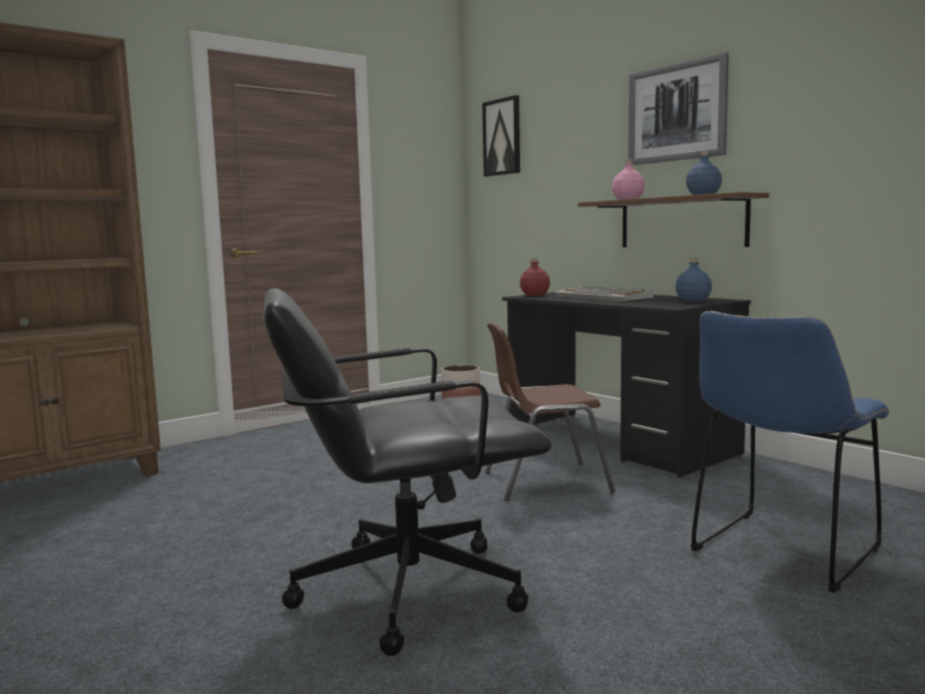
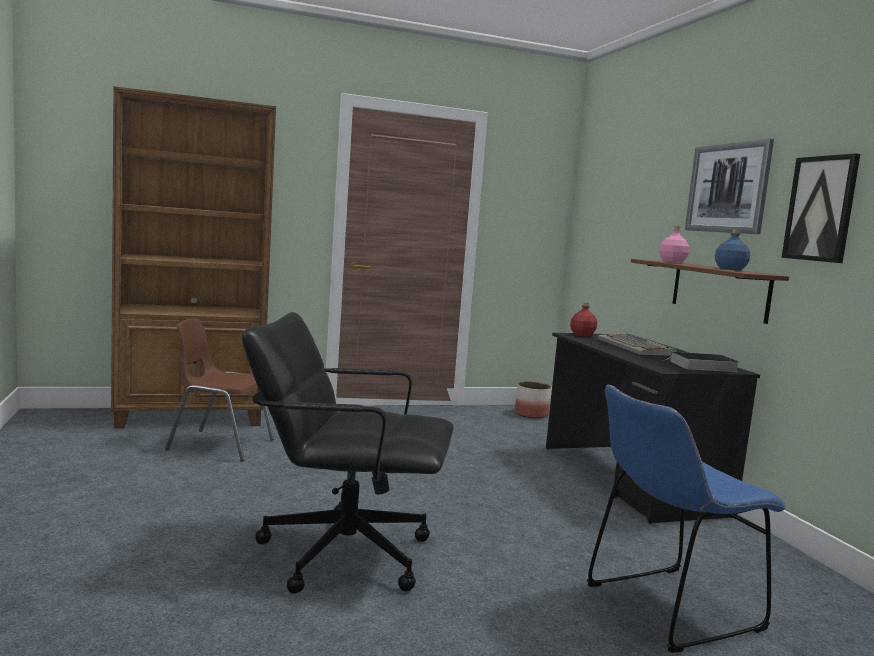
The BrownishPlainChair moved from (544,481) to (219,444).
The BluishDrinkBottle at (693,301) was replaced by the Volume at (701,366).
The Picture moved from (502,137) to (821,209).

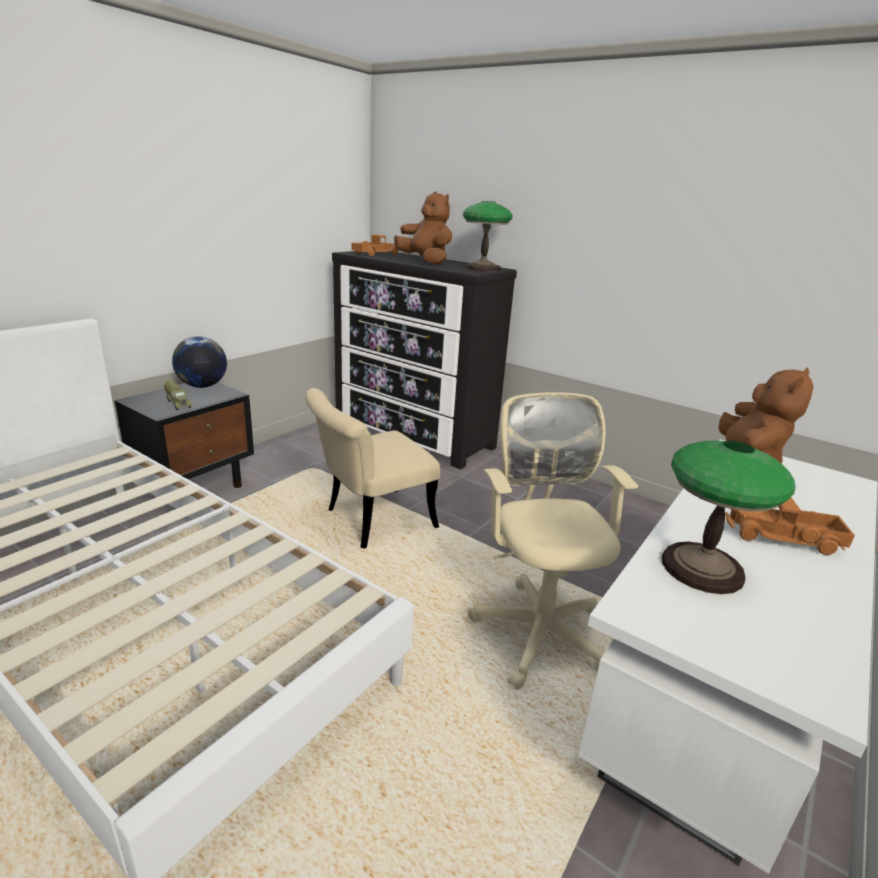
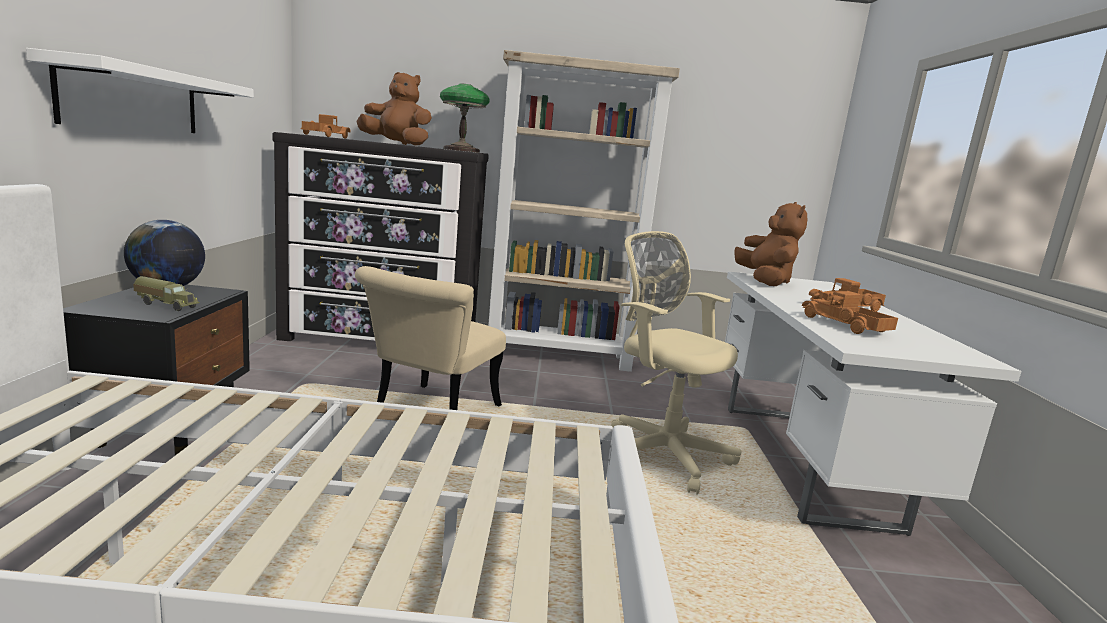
The WhitishShelf at (133,99) appeared.
The BeigeBookcase at (560,356) appeared.
The LampForATable at (701,568) was replaced by the ToyLorry at (844,325).

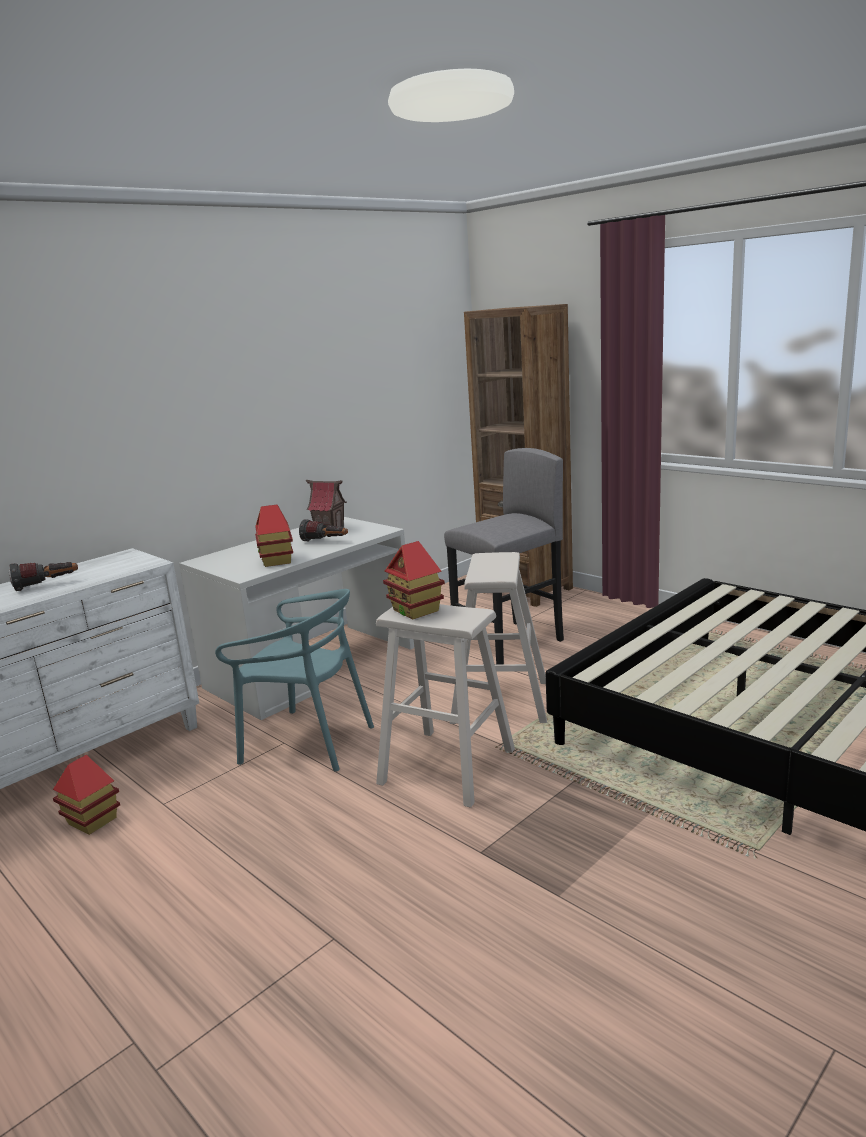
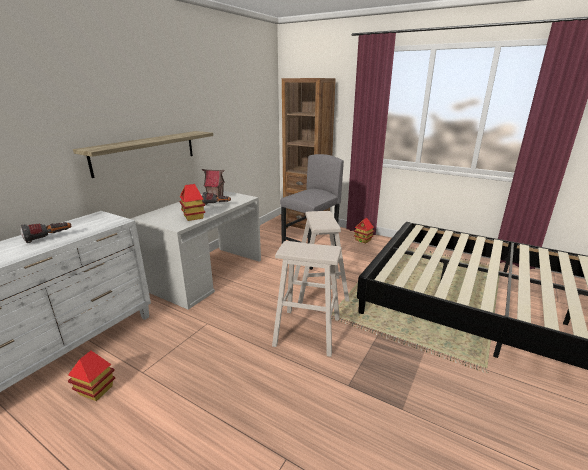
The Shelf at (146,152) appeared.
The ToyHouse moved from (416,610) to (363,240).
The BlueGreenPlainChair at (308,742) disappeared.

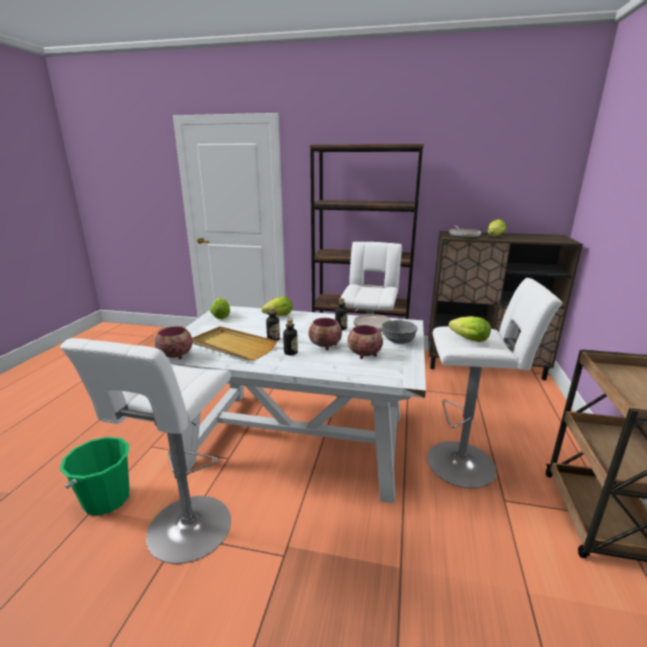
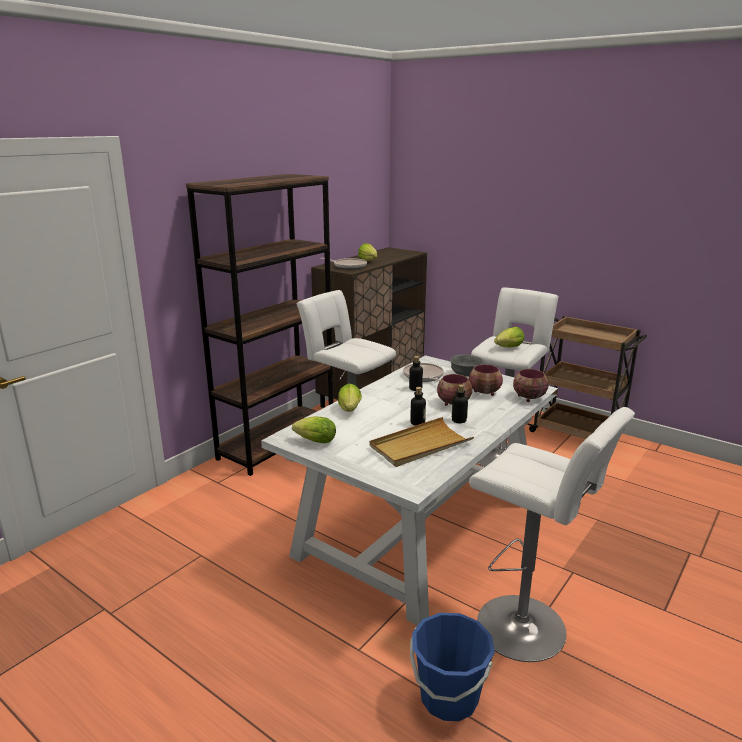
The GreenPail at (106,499) became the BluishPail at (449,698).
The Bowl moved from (176,355) to (528,397).

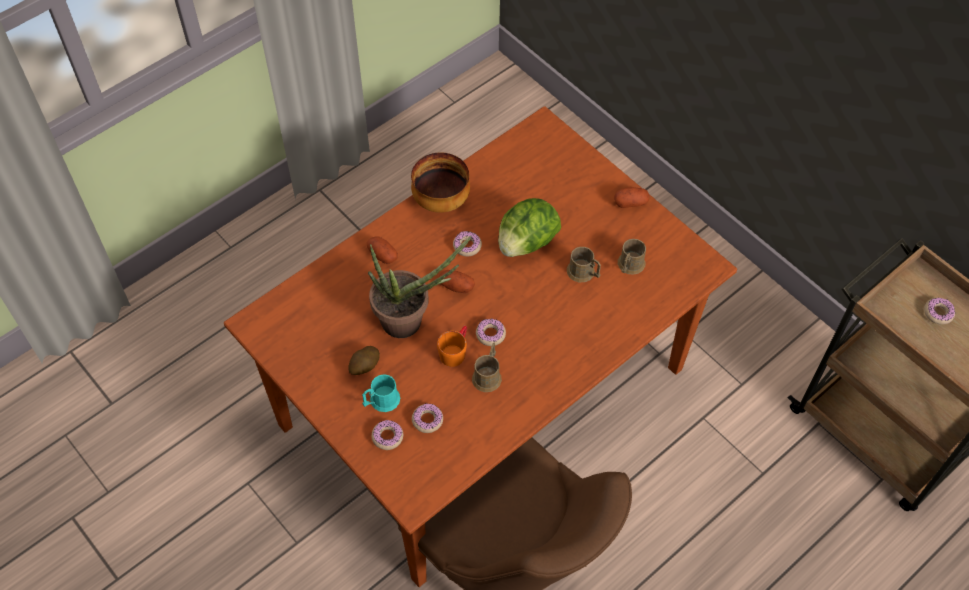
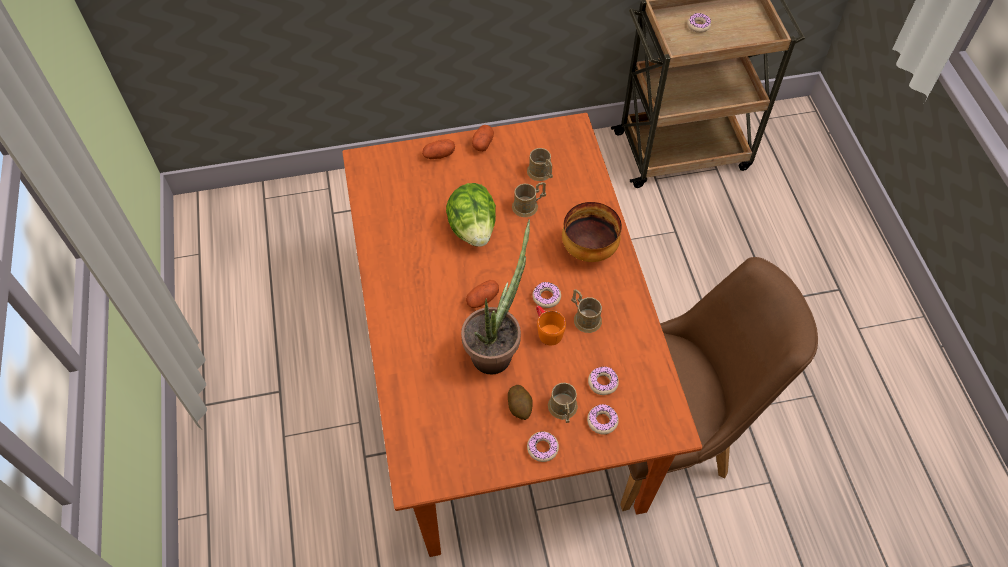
The Spud moved from (382,255) to (439,155).
The RingDoughnut moved from (467,246) to (542,448).
The BlueGreenCoffeeMug at (381,401) became the BrownishCoffeeMug at (563,410).
The Bowl moved from (440,200) to (588,249).

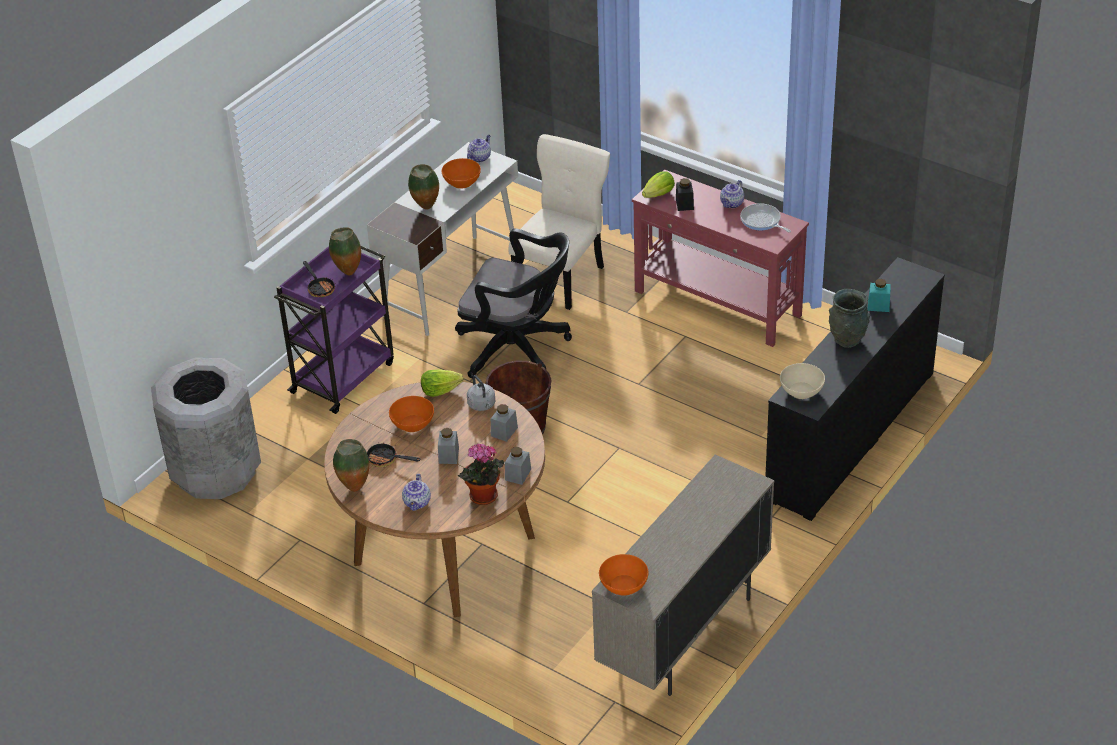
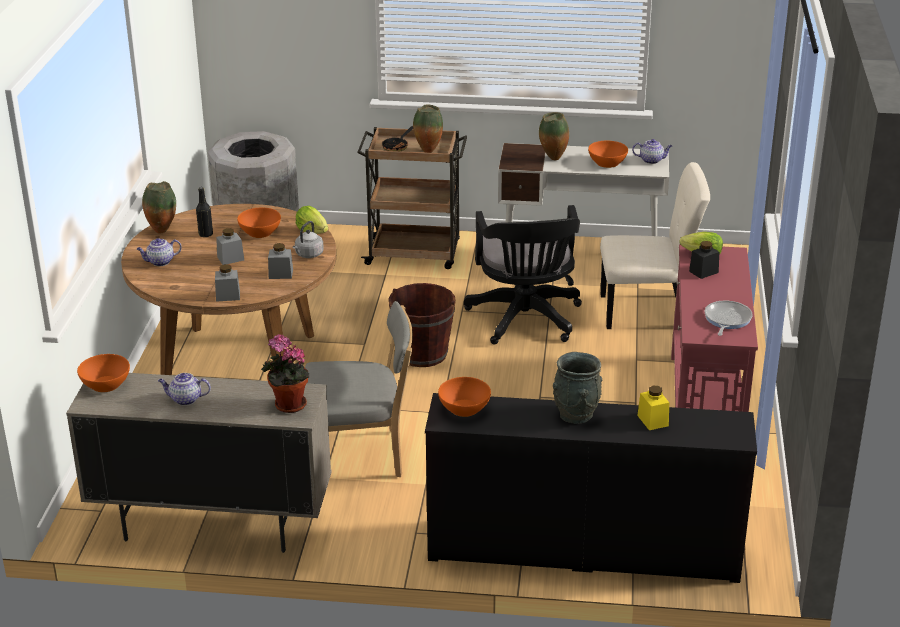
The Teapot moved from (732,204) to (185,399).
The FryingPan at (386,460) was replaced by the BlackDrinkBottle at (205,234).
The PlantInAPot moved from (483,498) to (287,405).
The GreyishPlainChair at (361,456) appeared.
The PurpleColouredTrolley at (344,376) became the BrownishTrolley at (415,254).
The BeigeBowl at (801,391) became the OrangeColouredBowl at (464,408).
The BlueGreenStorageJar at (878,305) became the YellowishStorageJar at (652,420).

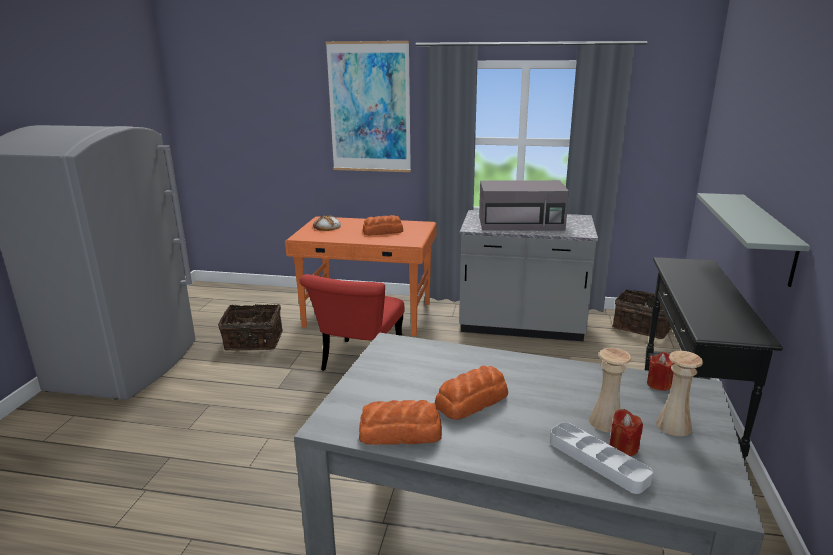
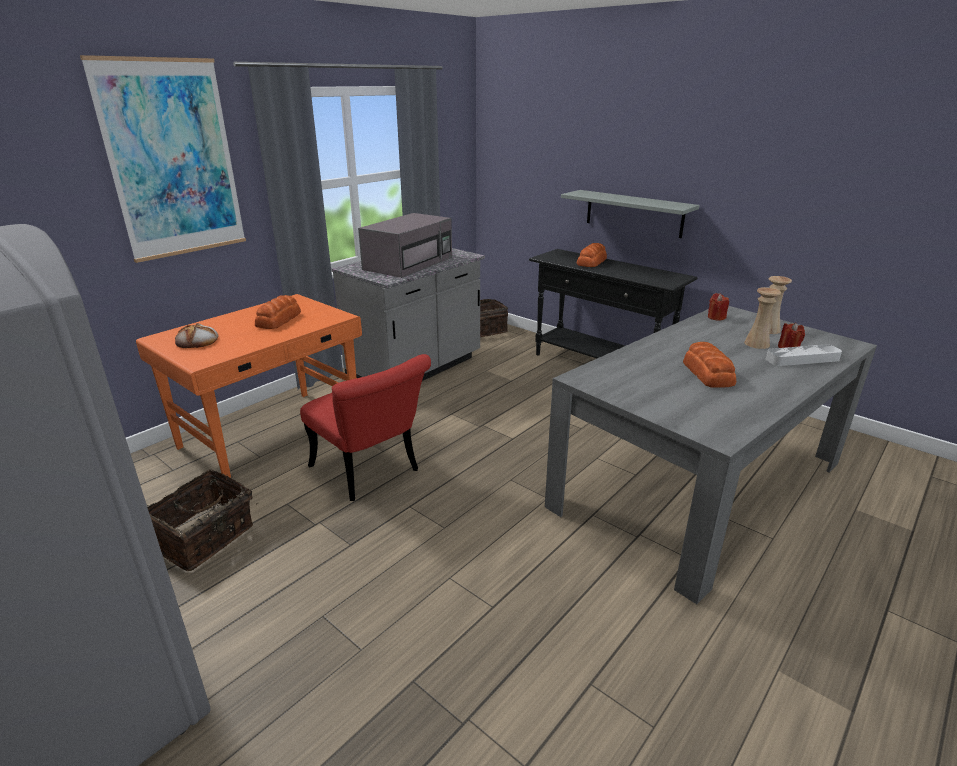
The BakedBread moved from (401,433) to (592,262).

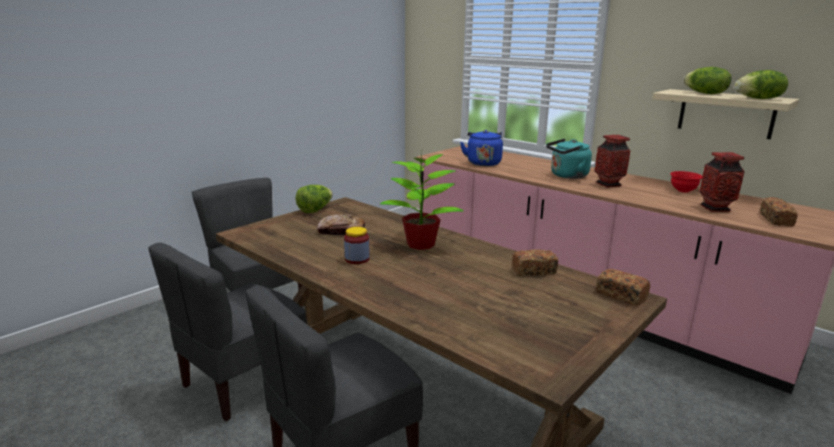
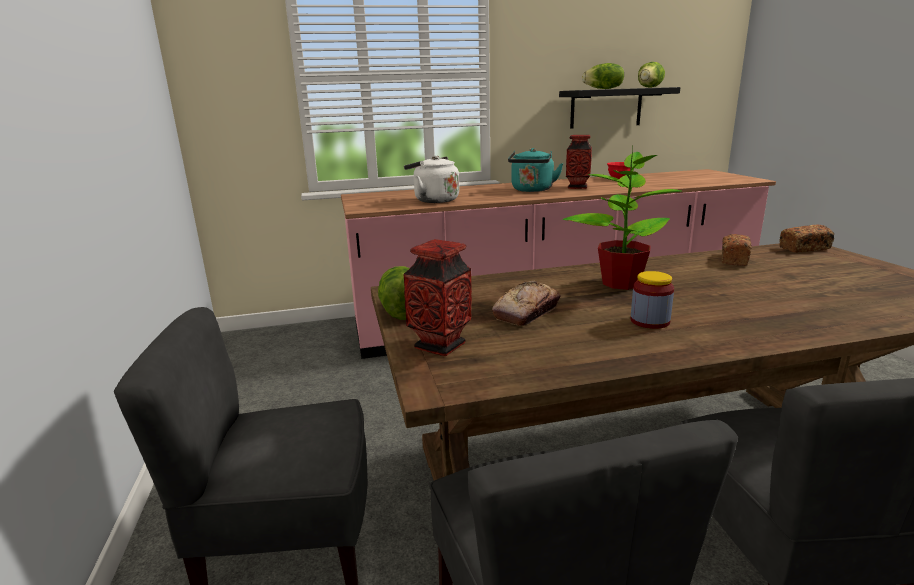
The BluishKettle at (483,163) became the WhitishKettle at (433,200).
The Vase moved from (715,208) to (440,345).
The BeigeShelf at (726,113) became the BlackShelf at (606,108).
The BakedBread at (776,220) disappeared.

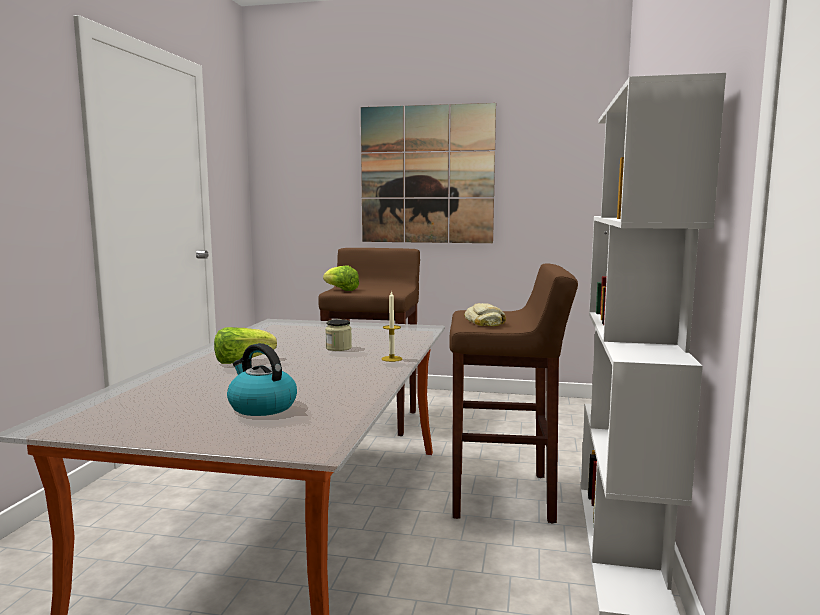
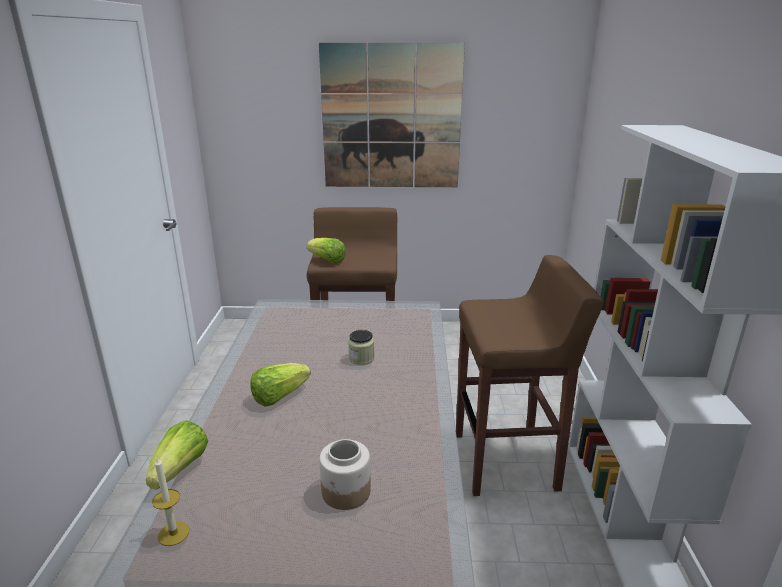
The Lettuce at (181,469) appeared.
The WaxLight moved from (391,359) to (173,533).
The Kettle at (261,407) was replaced by the StorageJar at (346,492).
The BakedBread at (484,322) disappeared.

